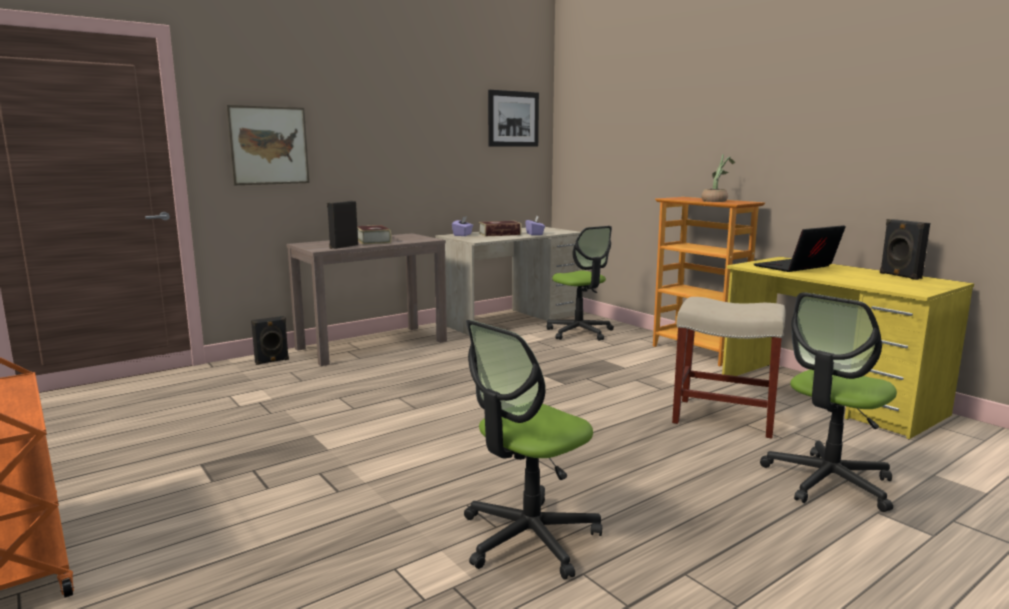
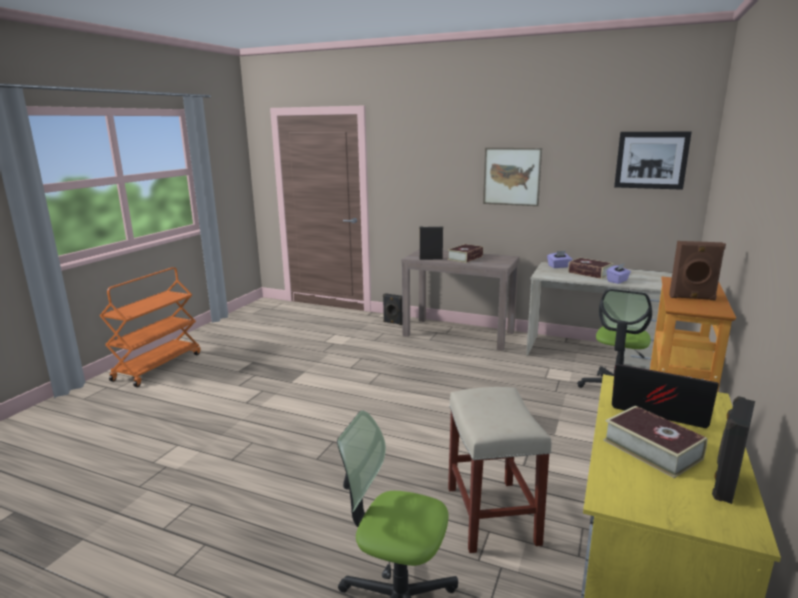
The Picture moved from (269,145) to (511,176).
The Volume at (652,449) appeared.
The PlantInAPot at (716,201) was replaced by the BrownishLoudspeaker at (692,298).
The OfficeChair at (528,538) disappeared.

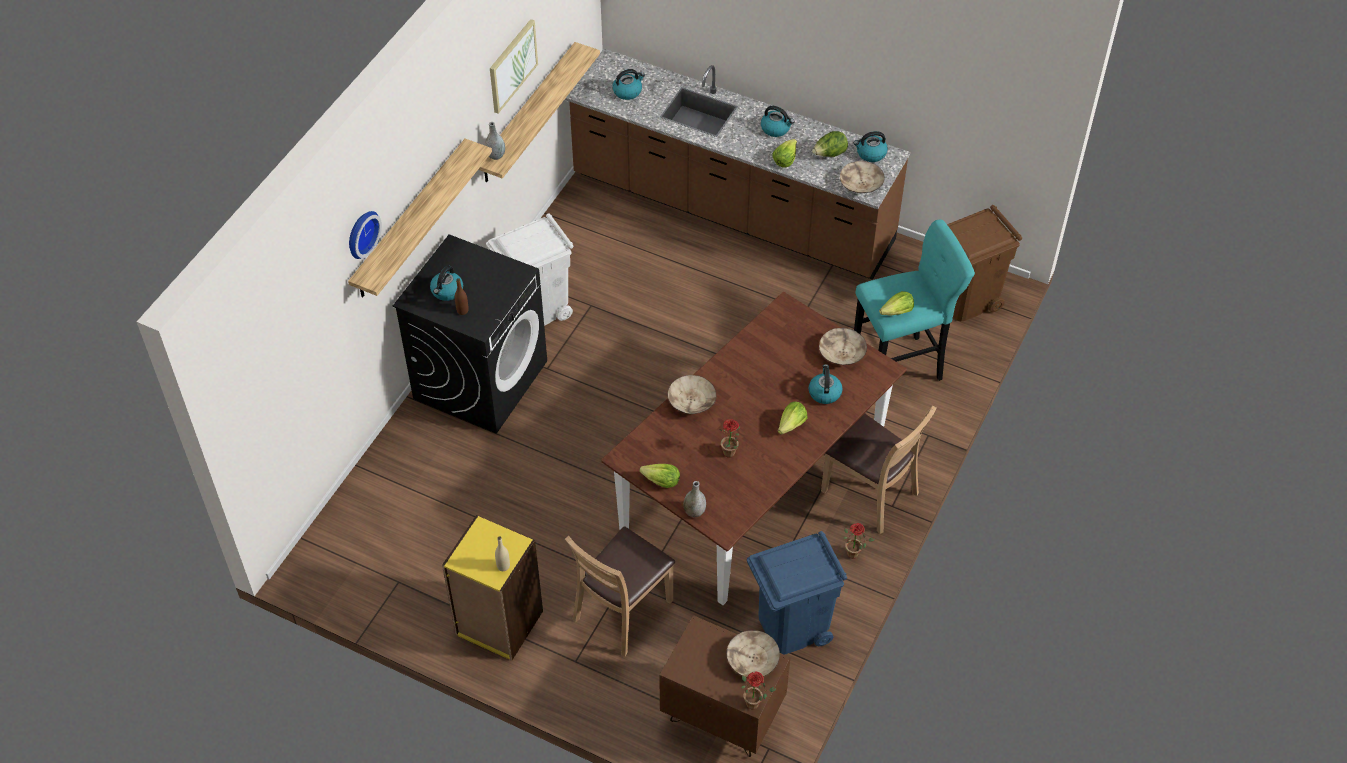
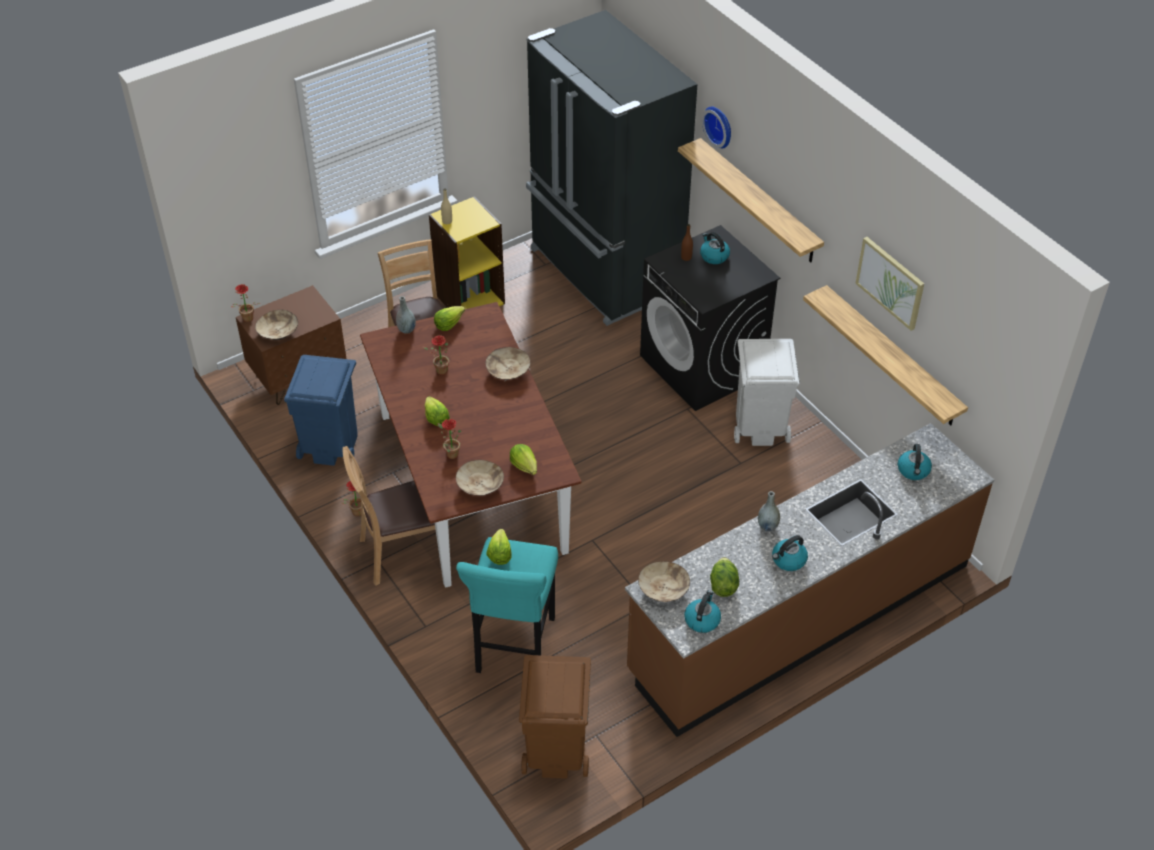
The Kettle at (824,392) was replaced by the PlantInAPot at (450,454).
The Lettuce moved from (785,159) to (525,466).
The BlackFridge at (603,272) appeared.
The GreyishVase moved from (496,156) to (767,526).

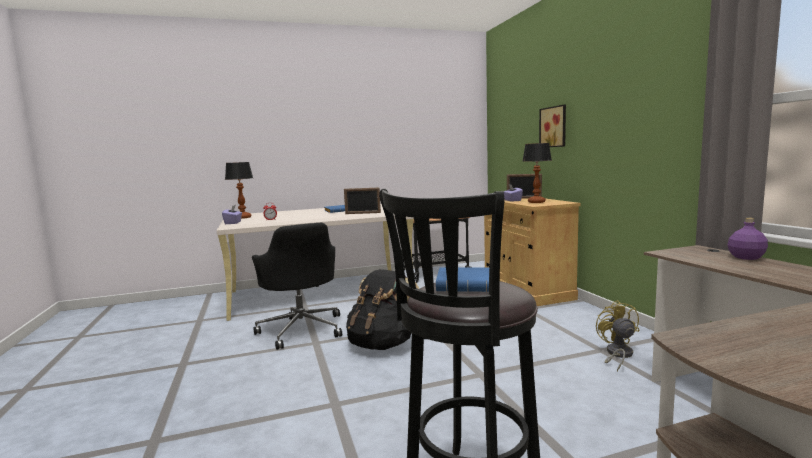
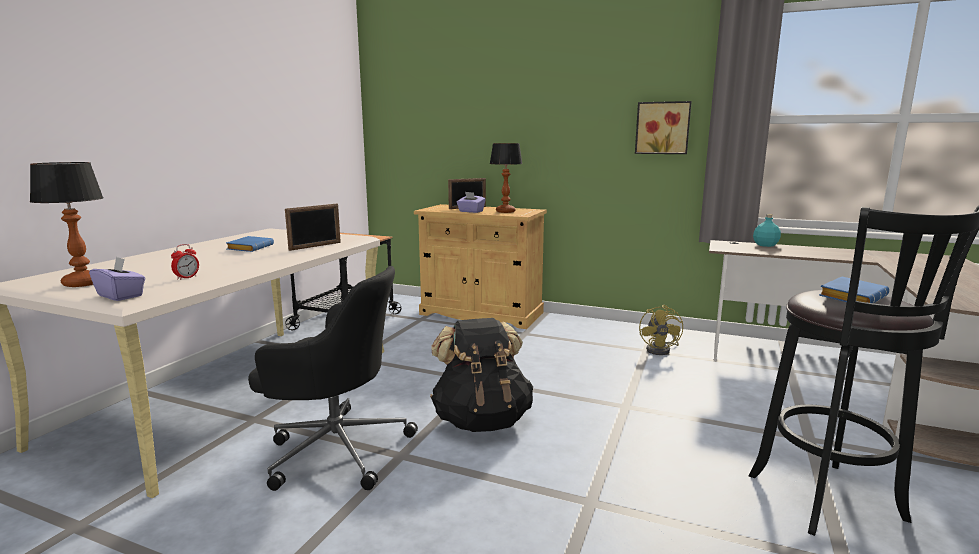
The Picture moved from (554,127) to (662,128).
The YellowishFan at (617,355) turned 120 degrees counterclockwise.
The PurpleColouredDrinkBottle at (746,257) became the BlueGreenDrinkBottle at (765,245).

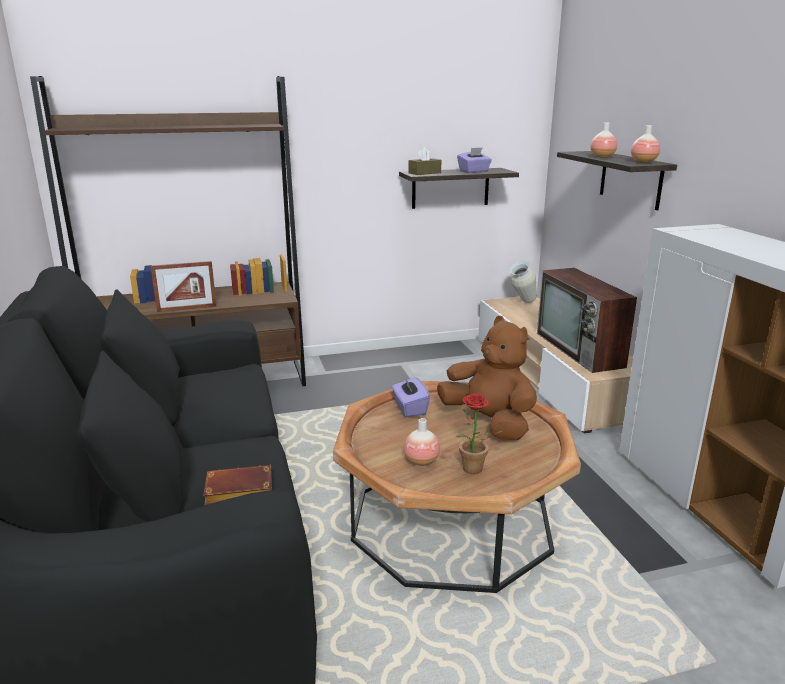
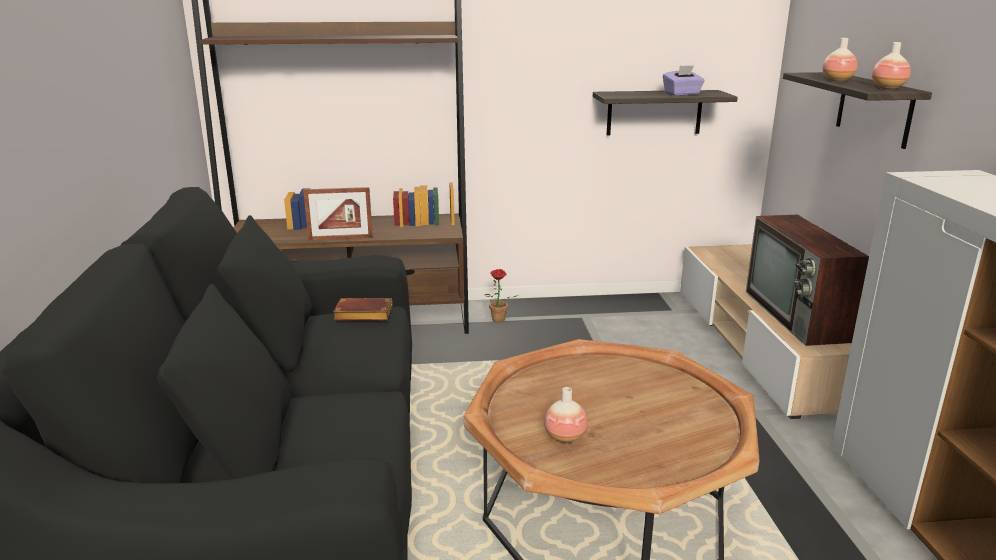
The BrownishVolume moved from (237,492) to (362,315).
The PlantInAPot moved from (472,471) to (497,321).
The PurpleColouredTissueHolder at (409,408) disappeared.
The BrownishTissueHolder at (424,173) disappeared.
The BrownishPlushToy at (489,422) disappeared.
The Vase at (521,303) disappeared.

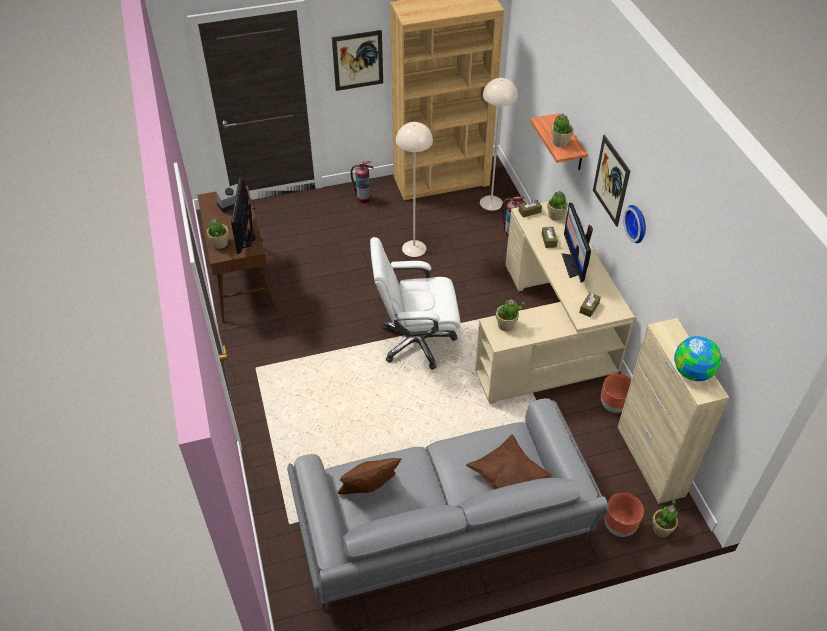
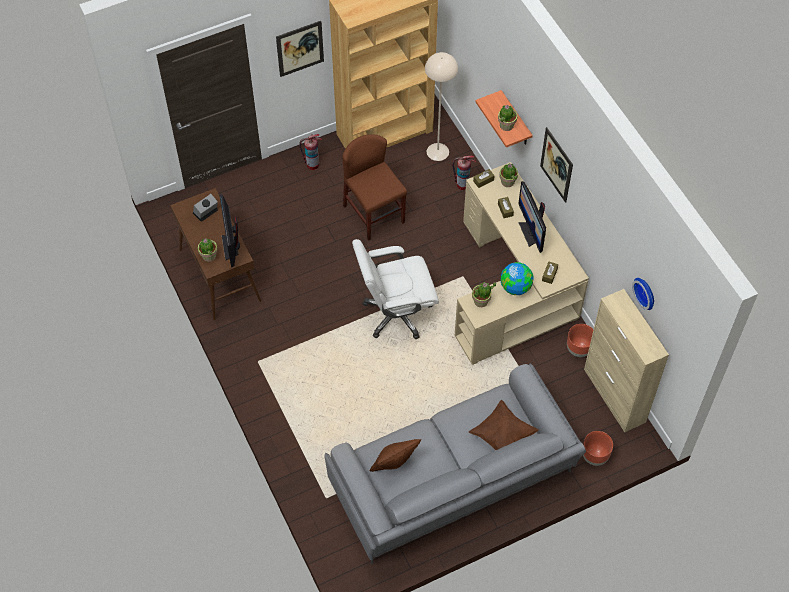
The BeigeStandingLamp at (414,248) was replaced by the BrownishPlainChair at (374,214).
The WorldGlobe moved from (692,372) to (515,287).
The WallClock moved from (638,223) to (646,292).
The PlantInAPot at (661,529) disappeared.

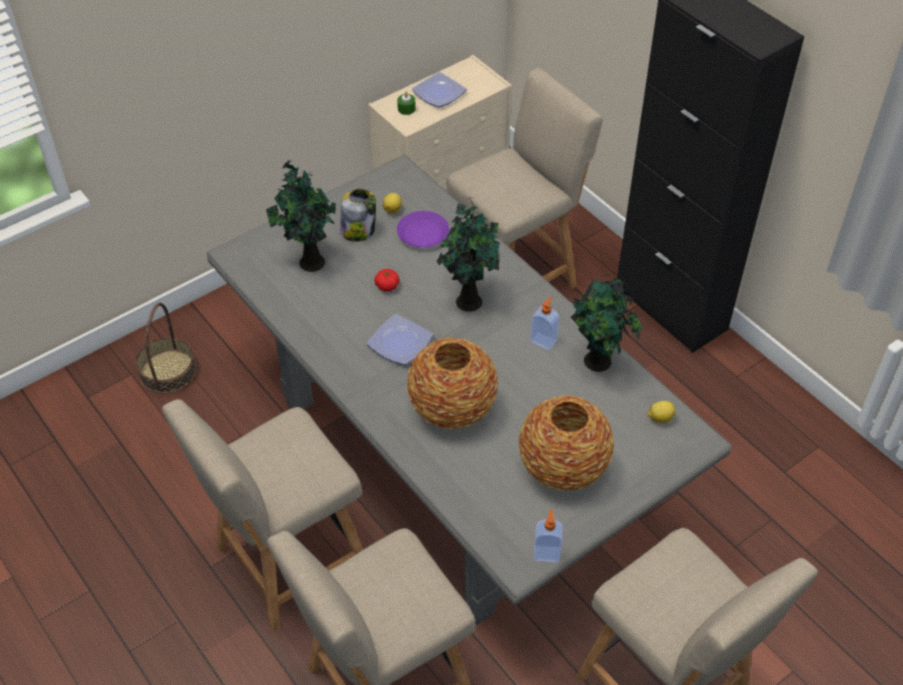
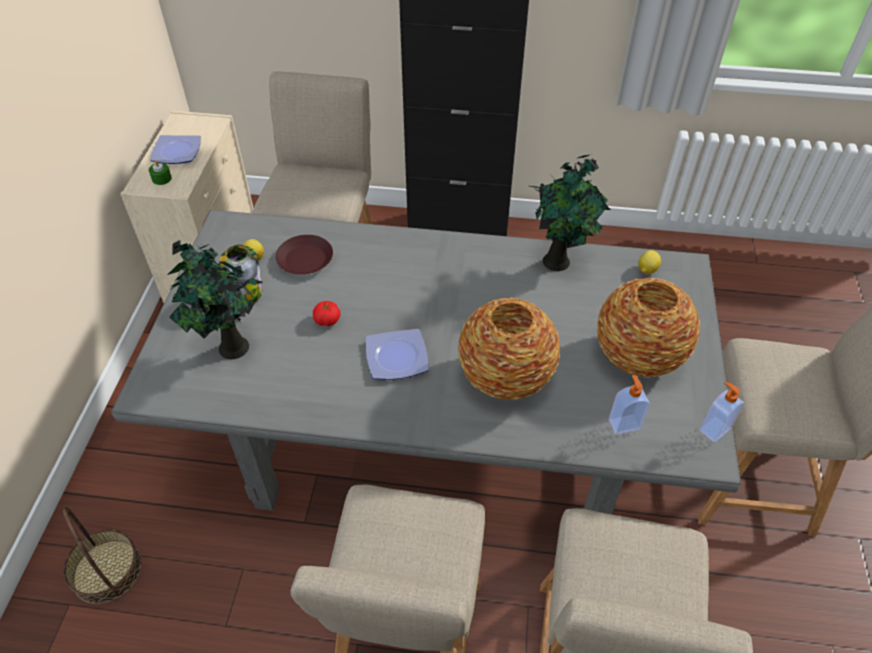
The PurpleColouredFlatDish at (422,234) became the BrownishFlatDish at (305,260).
The SoapDispenser moved from (544,340) to (623,423).
The PlantInAPot at (468,300) disappeared.

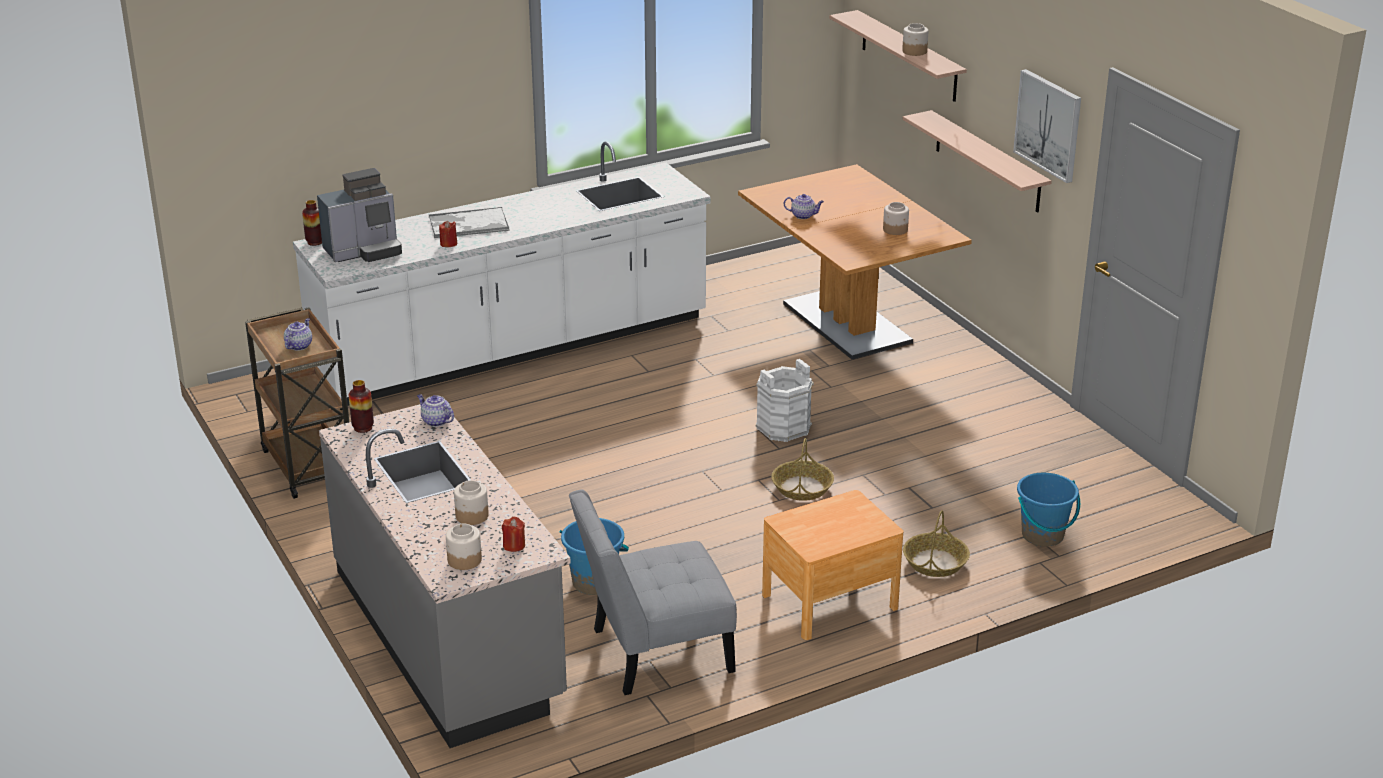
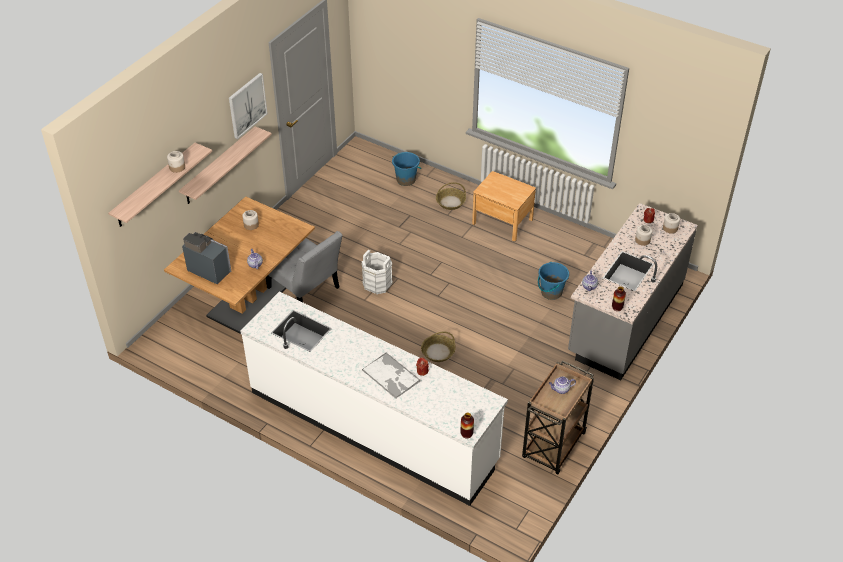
The CoffeeMachine moved from (364,251) to (209,269).
The GreyishPlainChair moved from (654,652) to (306,290).
The StorageBasket moved from (802,487) to (438,352).

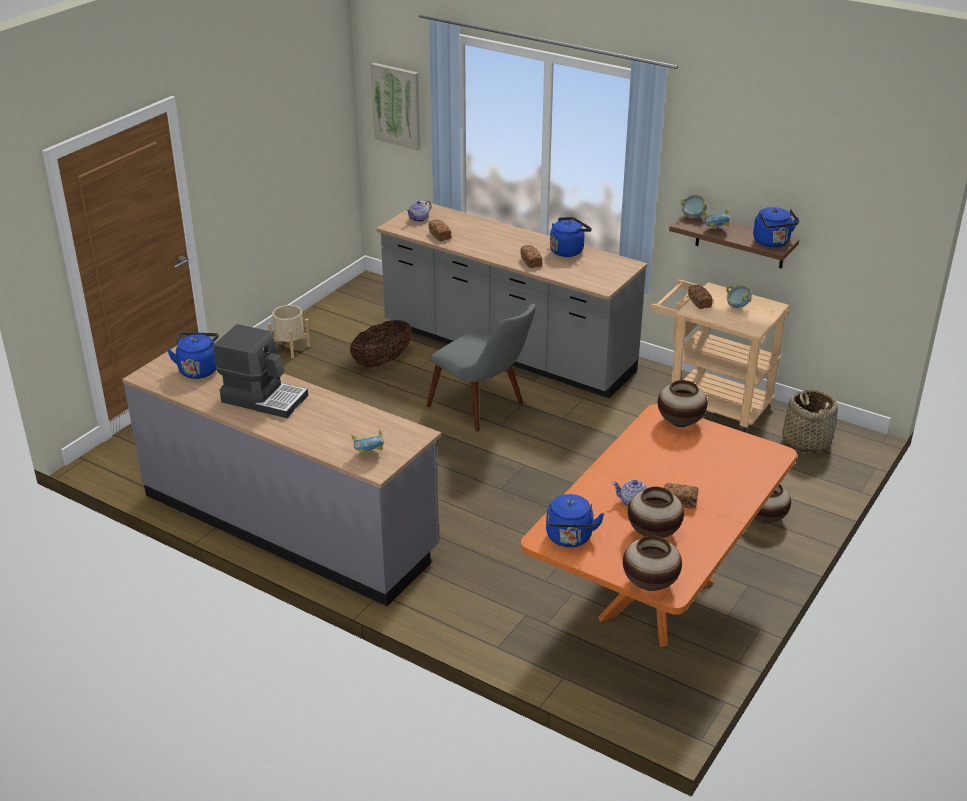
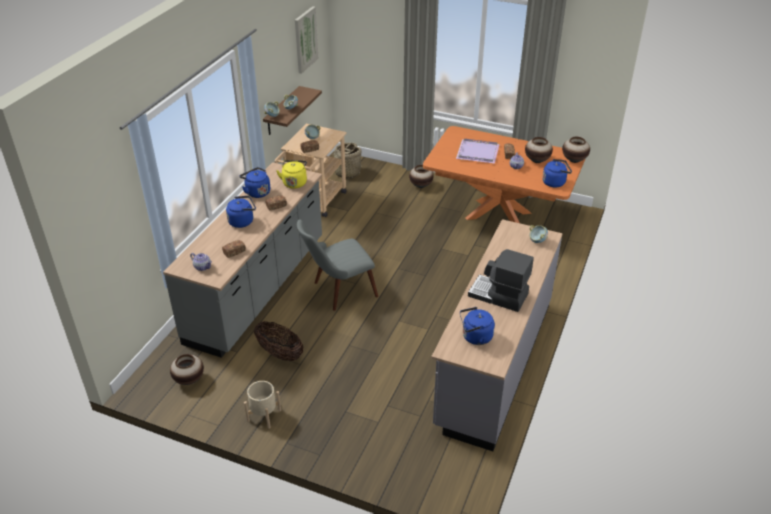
The Vase moved from (680,422) to (189,380).
The BluishKettle moved from (772,243) to (242,221).
The YellowishKettle at (294,182) appeared.
The Picture moved from (397,106) to (305,39).
The GreyishPlainChair at (485,408) turned 150 degrees counterclockwise.
The PurpleColouredTray at (478,152) appeared.
The CoffeeMachine at (264,398) turned 75 degrees counterclockwise.

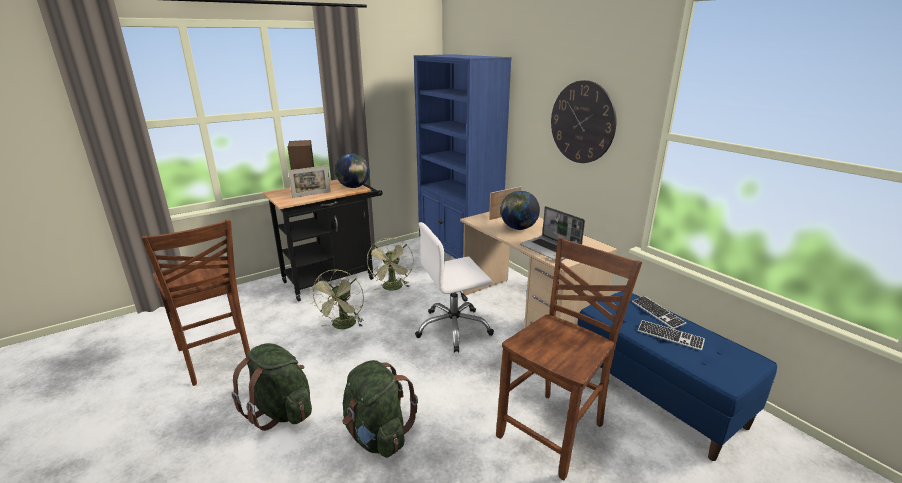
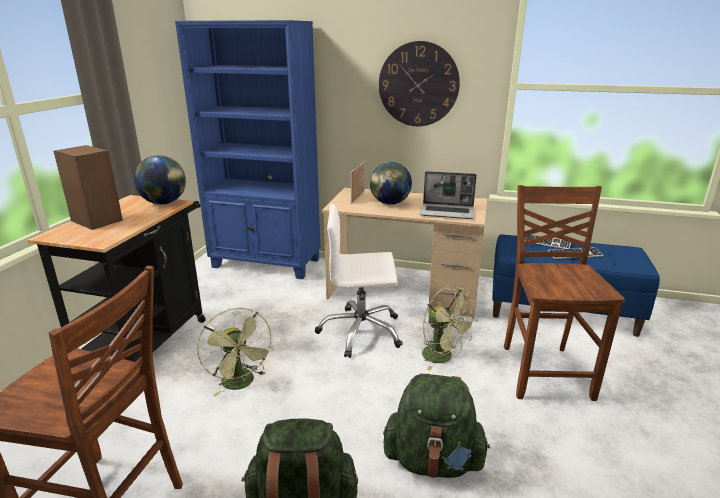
The WhitishOfficeChair at (453,329) turned 60 degrees clockwise.
The GreenFan moved from (393,288) to (443,357).
The PictureFrame at (311,194) disappeared.

